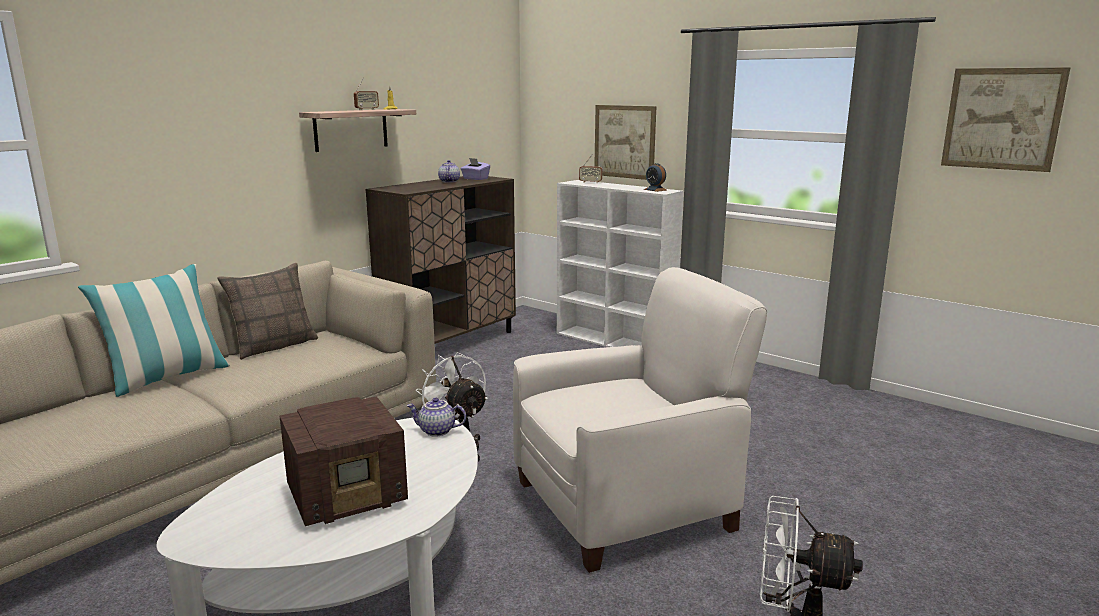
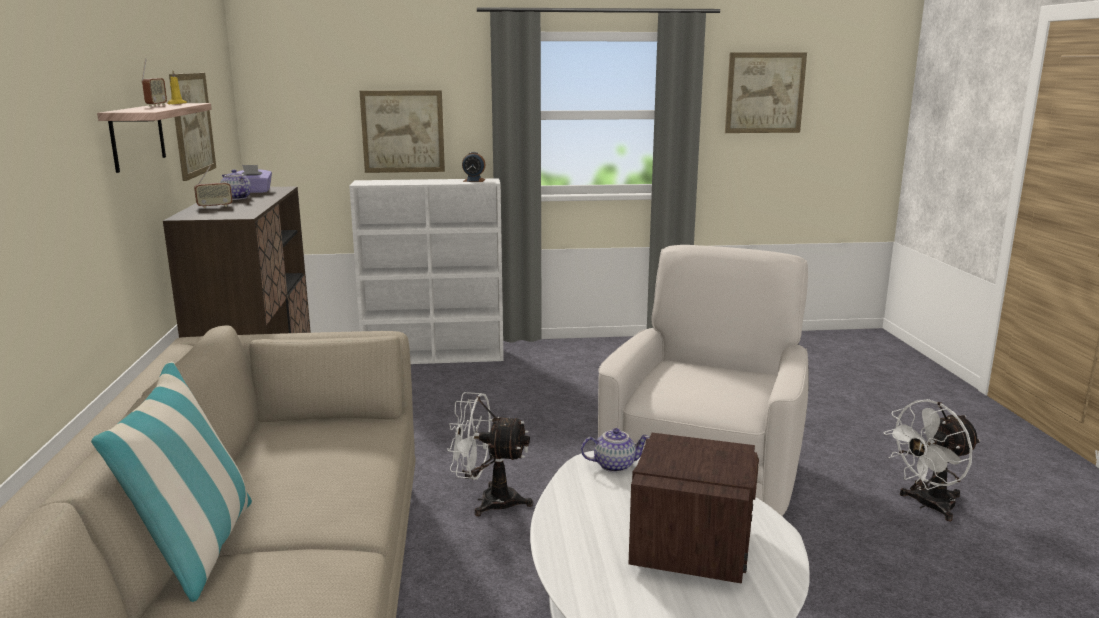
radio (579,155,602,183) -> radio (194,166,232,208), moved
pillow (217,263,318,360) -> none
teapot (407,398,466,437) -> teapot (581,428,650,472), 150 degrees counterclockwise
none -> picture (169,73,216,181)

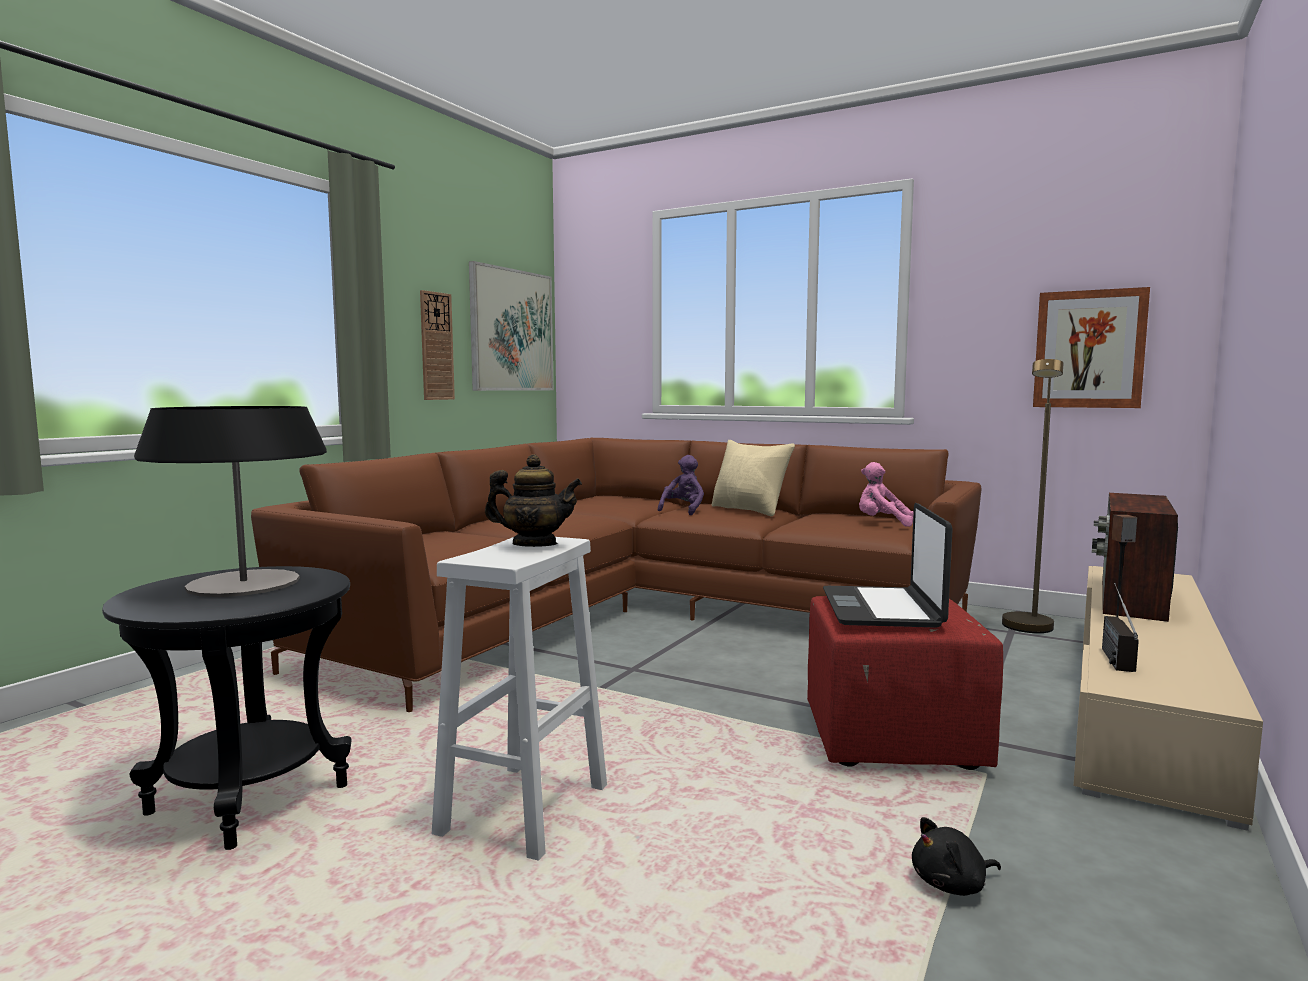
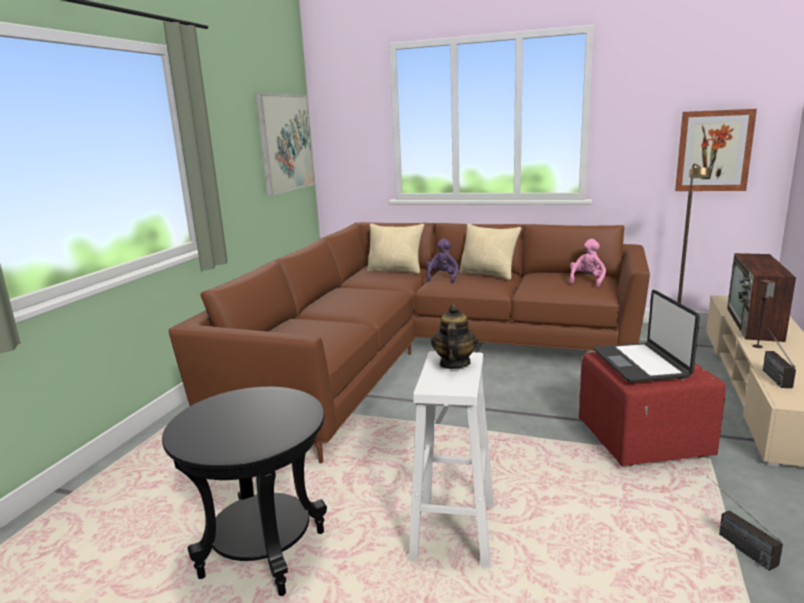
wall clock (420,290,455,400) -> none
table lamp (134,406,327,597) -> none
teapot (485,454,582,547) -> teapot (431,304,478,369), 75 degrees counterclockwise
pink plush toy (859,462,914,527) -> pink plush toy (569,239,606,287), 105 degrees clockwise
black plush toy (912,817,1001,896) -> radio (707,476,783,571)
none -> beige pillow (367,224,424,274)

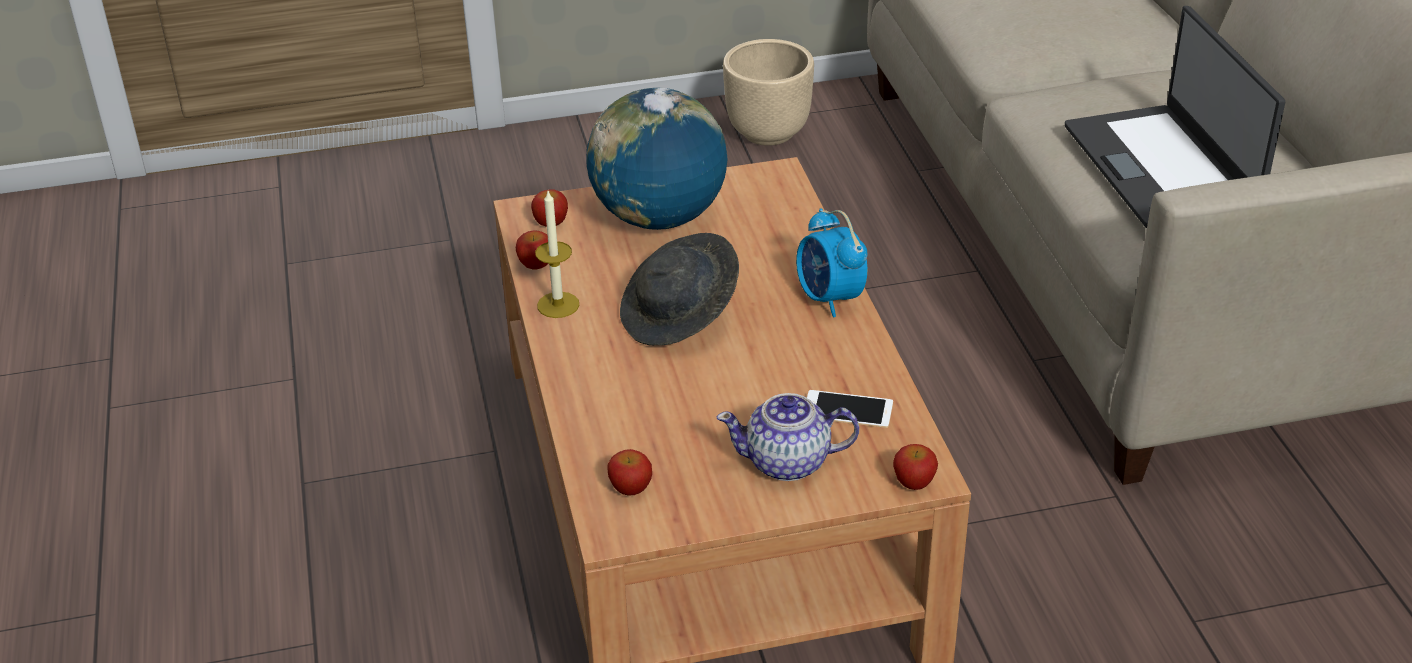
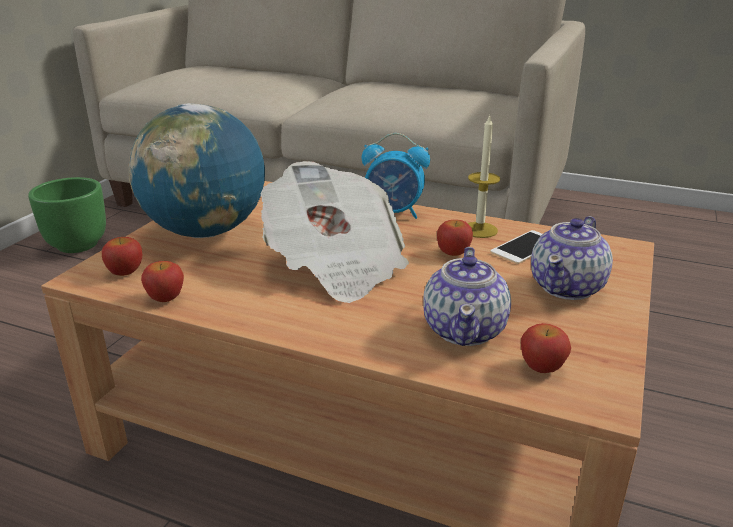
laptop (1065,6,1285,228) -> none
beige planter (723,39,814,146) -> green planter (28,177,106,253)
candle (535,191,579,318) -> candle (468,116,500,238), moved
grey hat (620,233,739,346) -> newspaper (261,161,409,303)
apple (893,444,938,490) -> apple (437,220,473,256), moved
none -> teapot (423,247,511,346)

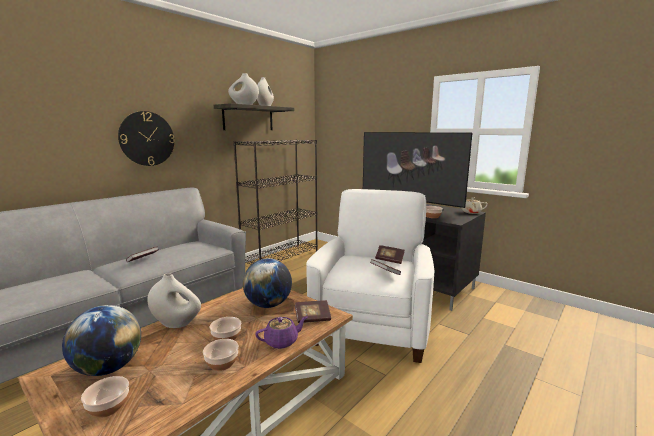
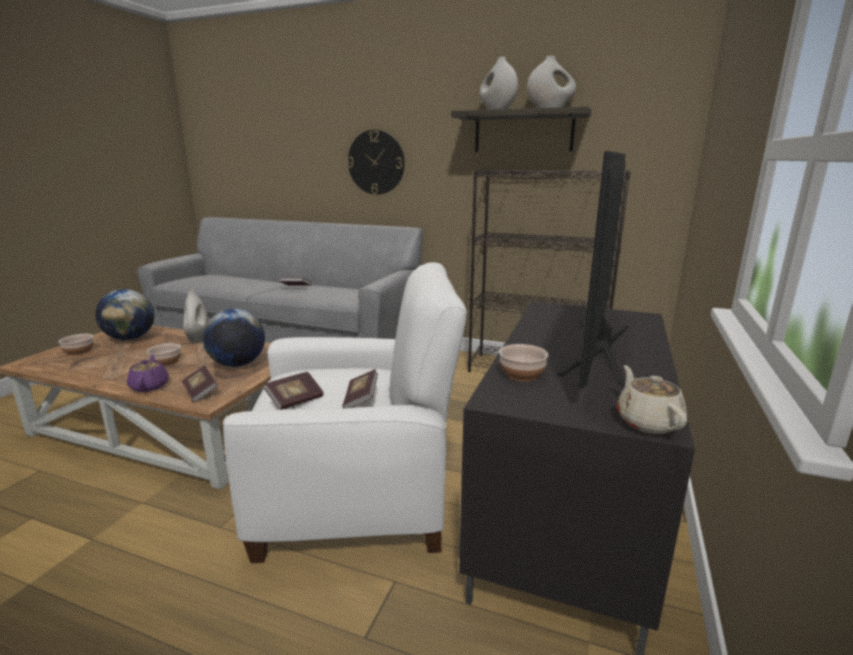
purple teapot (255,317,307,349) -> purple teapot (127,354,169,392), 150 degrees counterclockwise
bowl (203,339,239,371) -> none

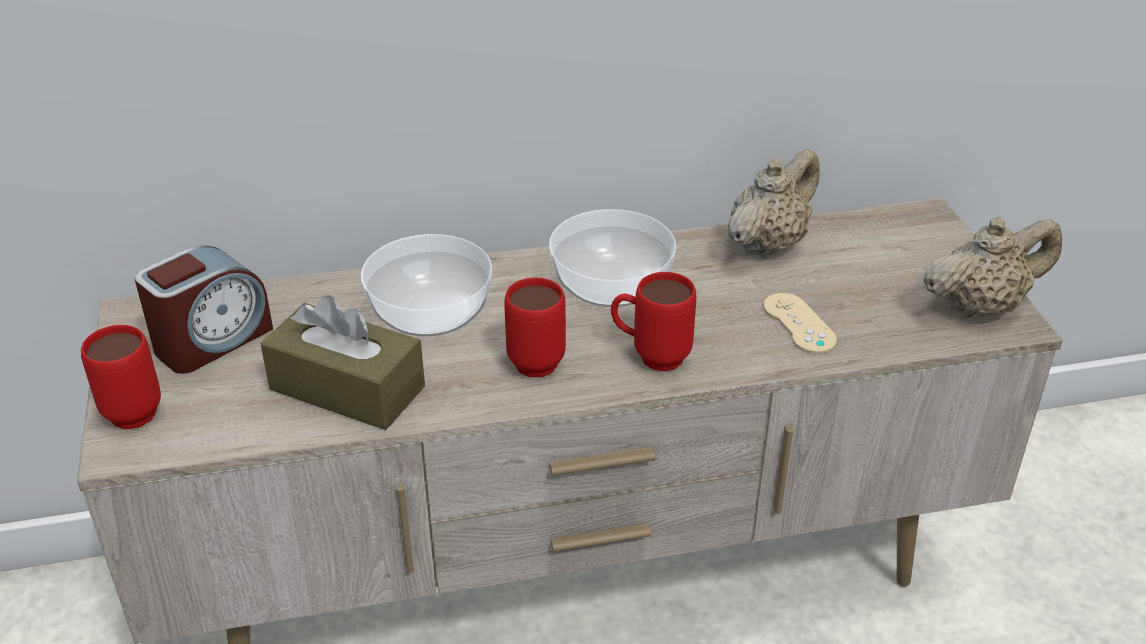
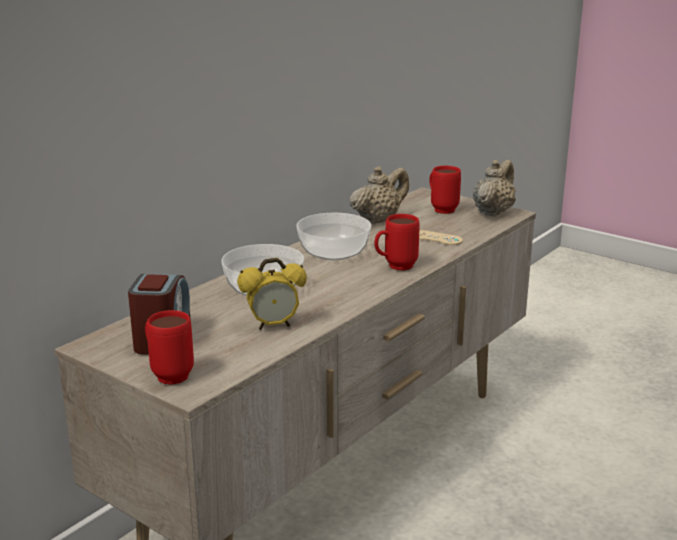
beige teapot (728,149,820,259) -> beige teapot (349,166,409,224), 45 degrees clockwise
red mug (504,278,566,377) -> red mug (429,166,461,214), moved
brown tissue box (260,295,425,430) -> alarm clock (237,258,307,330)

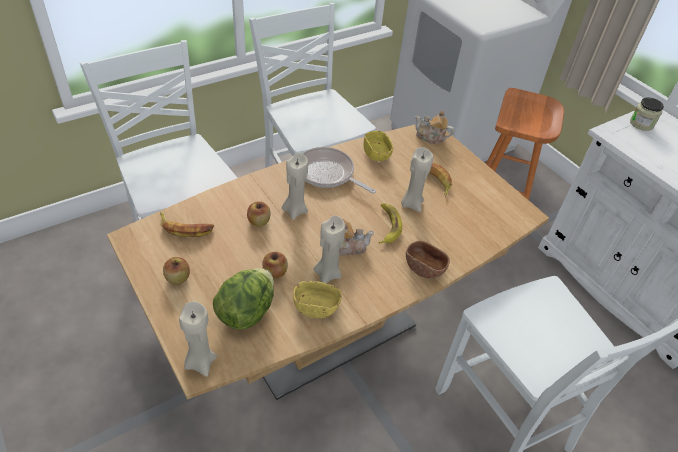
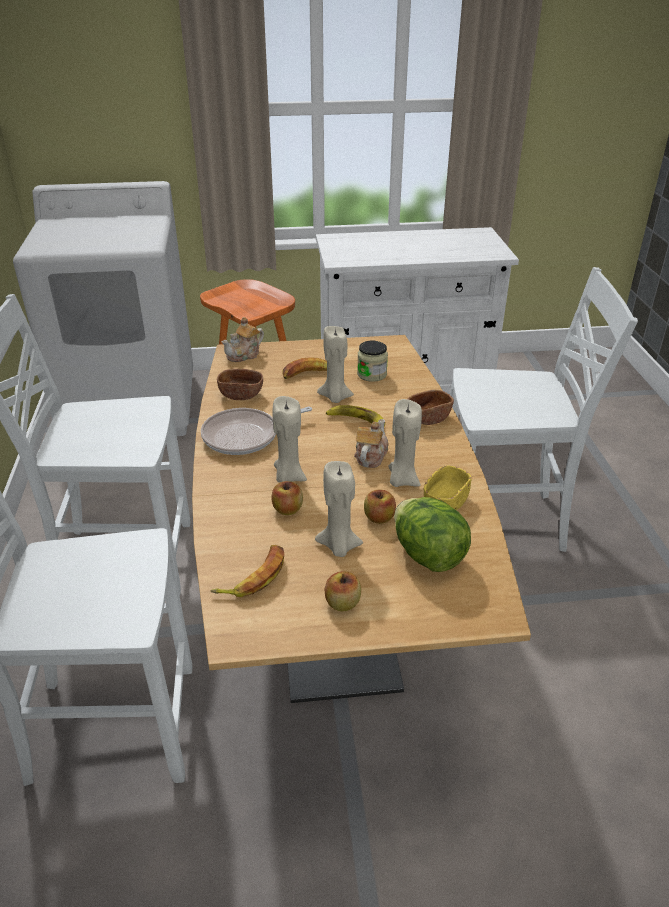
jar (630,97,664,131) -> jar (357,341,388,382), moved
yellow bowl (363,131,393,161) -> brown bowl (217,369,263,400)
beige candle (179,301,217,377) -> beige candle (315,461,363,557), moved

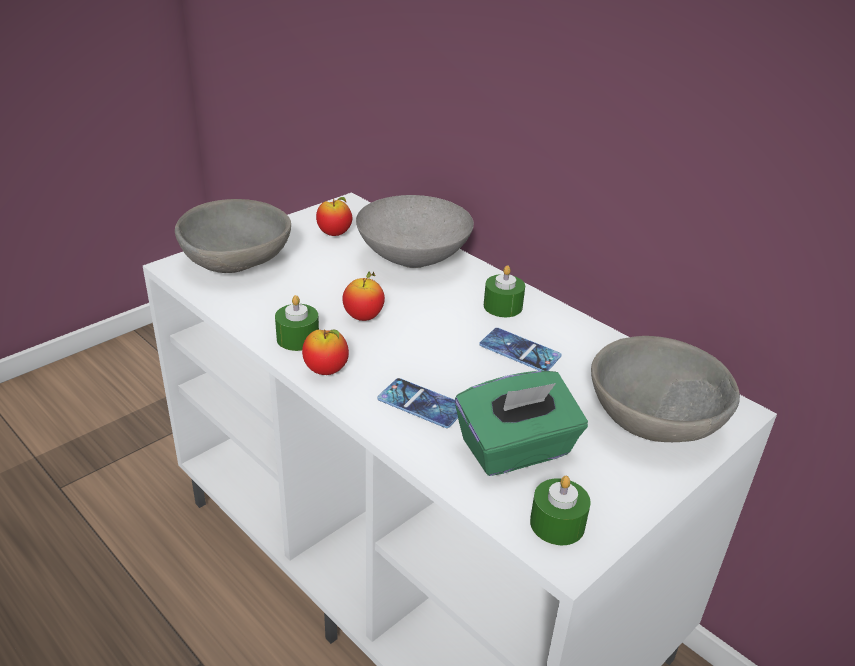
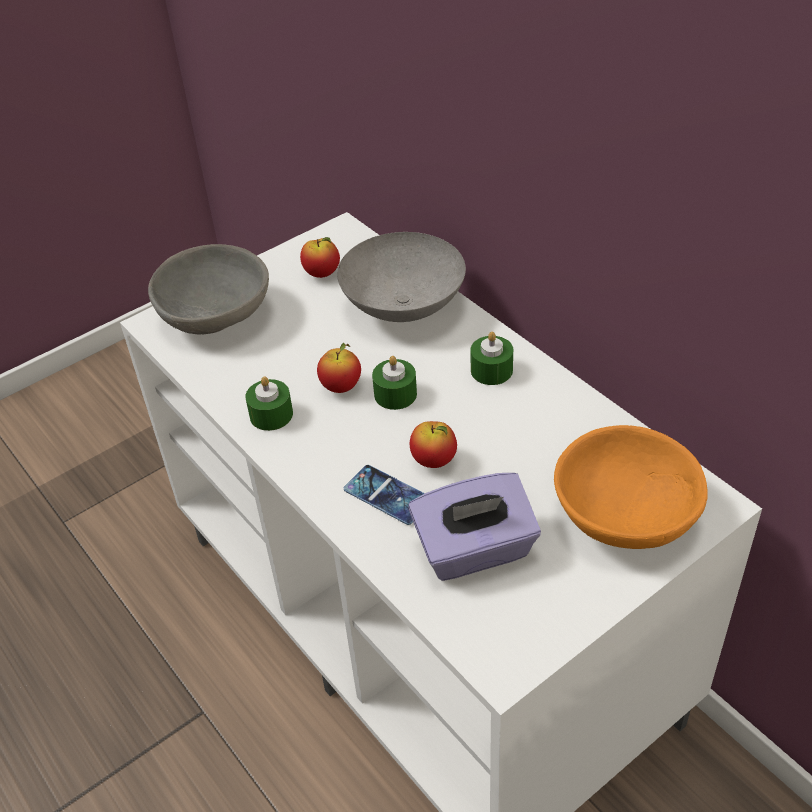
phone (479,328,562,371) -> none
apple (302,330,349,375) -> apple (410,421,457,468), moved
grey bowl (591,336,740,442) -> orange bowl (554,425,708,549)
green tissue box (455,370,588,476) -> purple tissue box (408,473,541,581)
green candle (530,476,591,545) -> green candle (372,356,417,410), moved

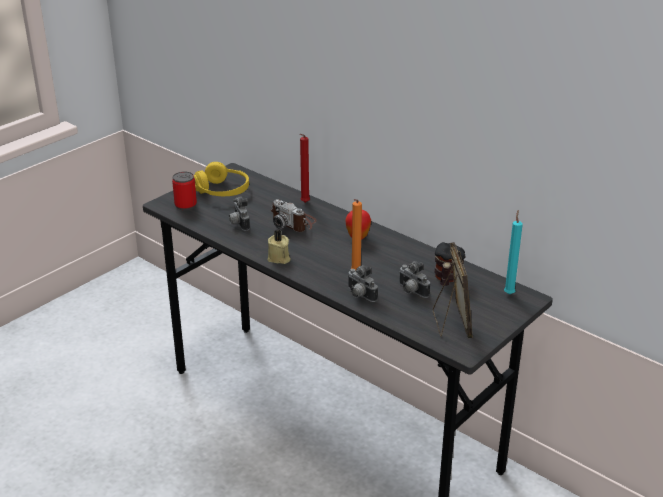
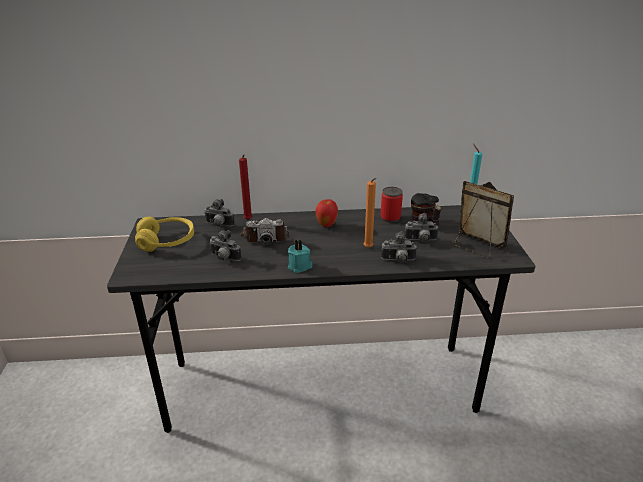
can (172,172,197,210) -> can (381,187,403,223), moved
beige candle (267,230,290,264) -> turquoise candle (288,239,312,273)
none -> photo camera (204,199,235,227)

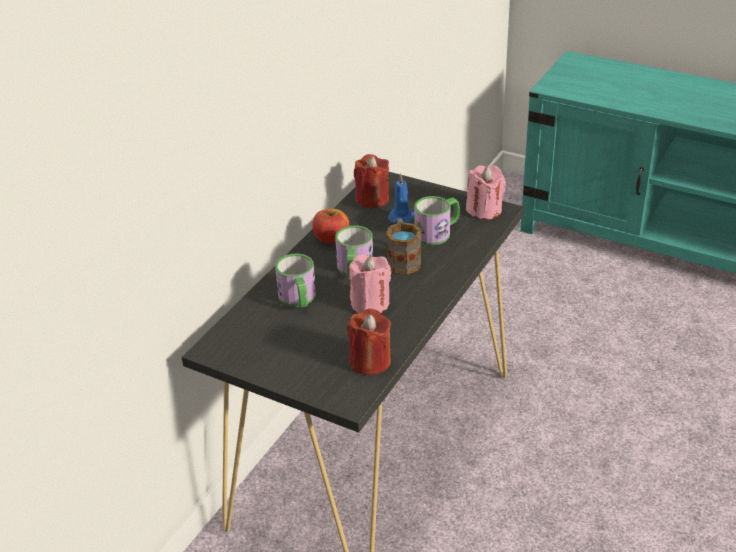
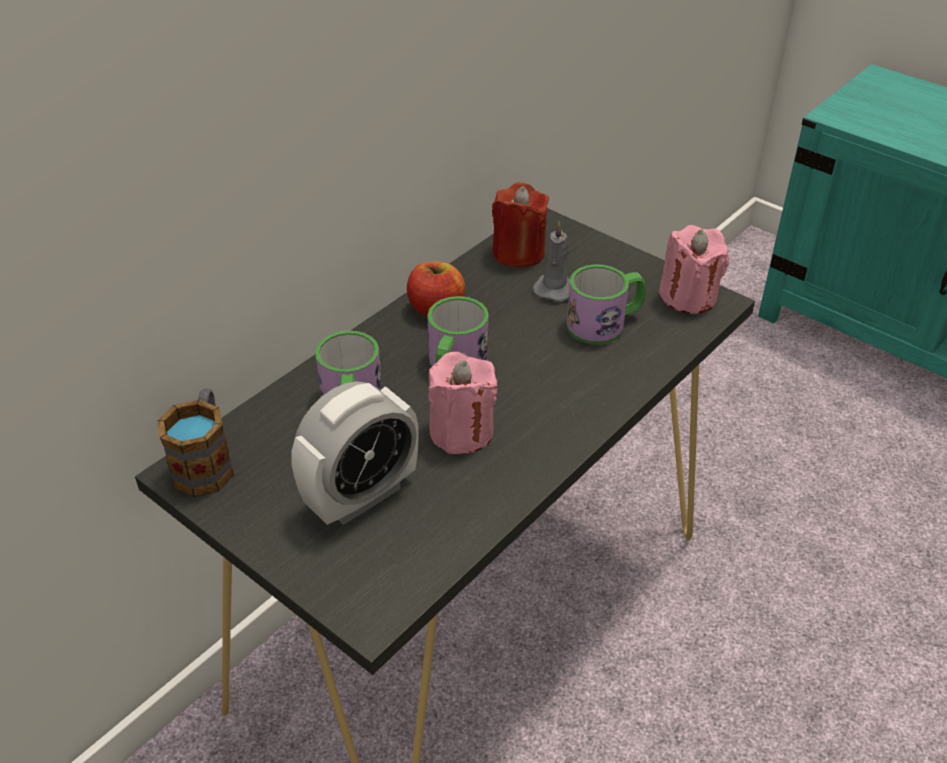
blue candle (388,174,414,223) -> grey candle (532,221,570,302)
mug (386,218,422,275) -> mug (157,388,234,497), moved
red candle (347,308,391,375) -> none
none -> alarm clock (292,381,419,525)

